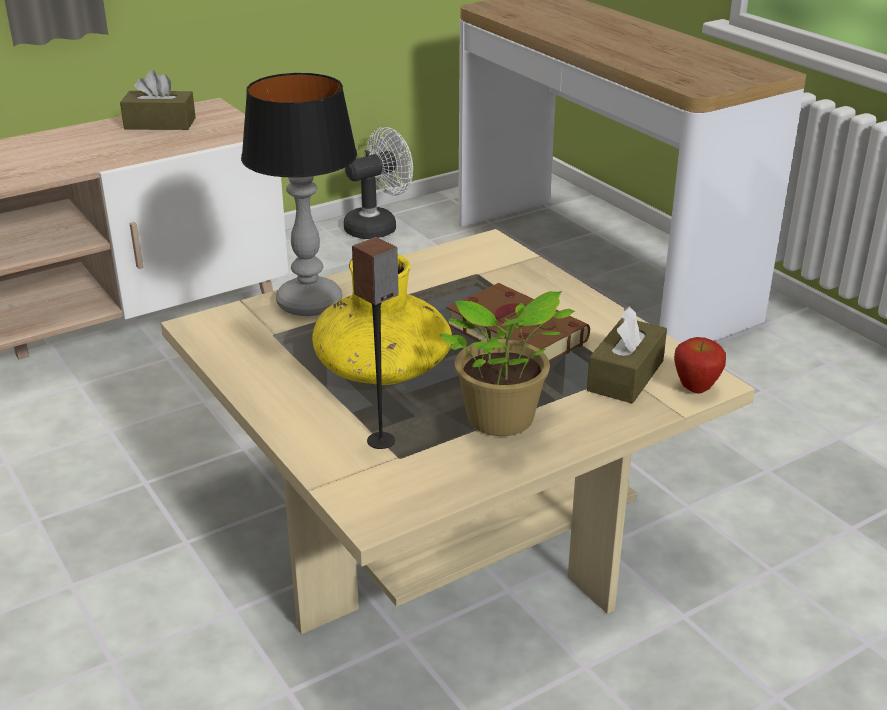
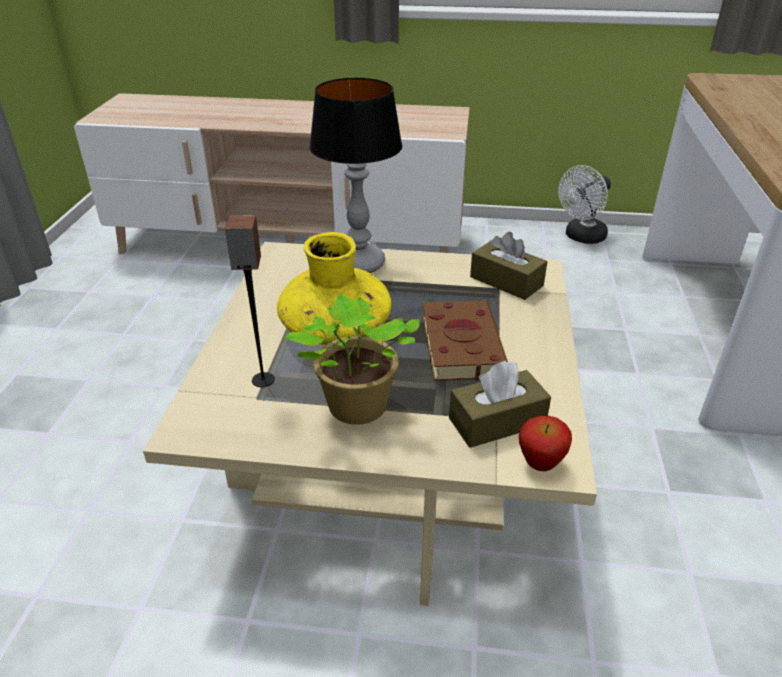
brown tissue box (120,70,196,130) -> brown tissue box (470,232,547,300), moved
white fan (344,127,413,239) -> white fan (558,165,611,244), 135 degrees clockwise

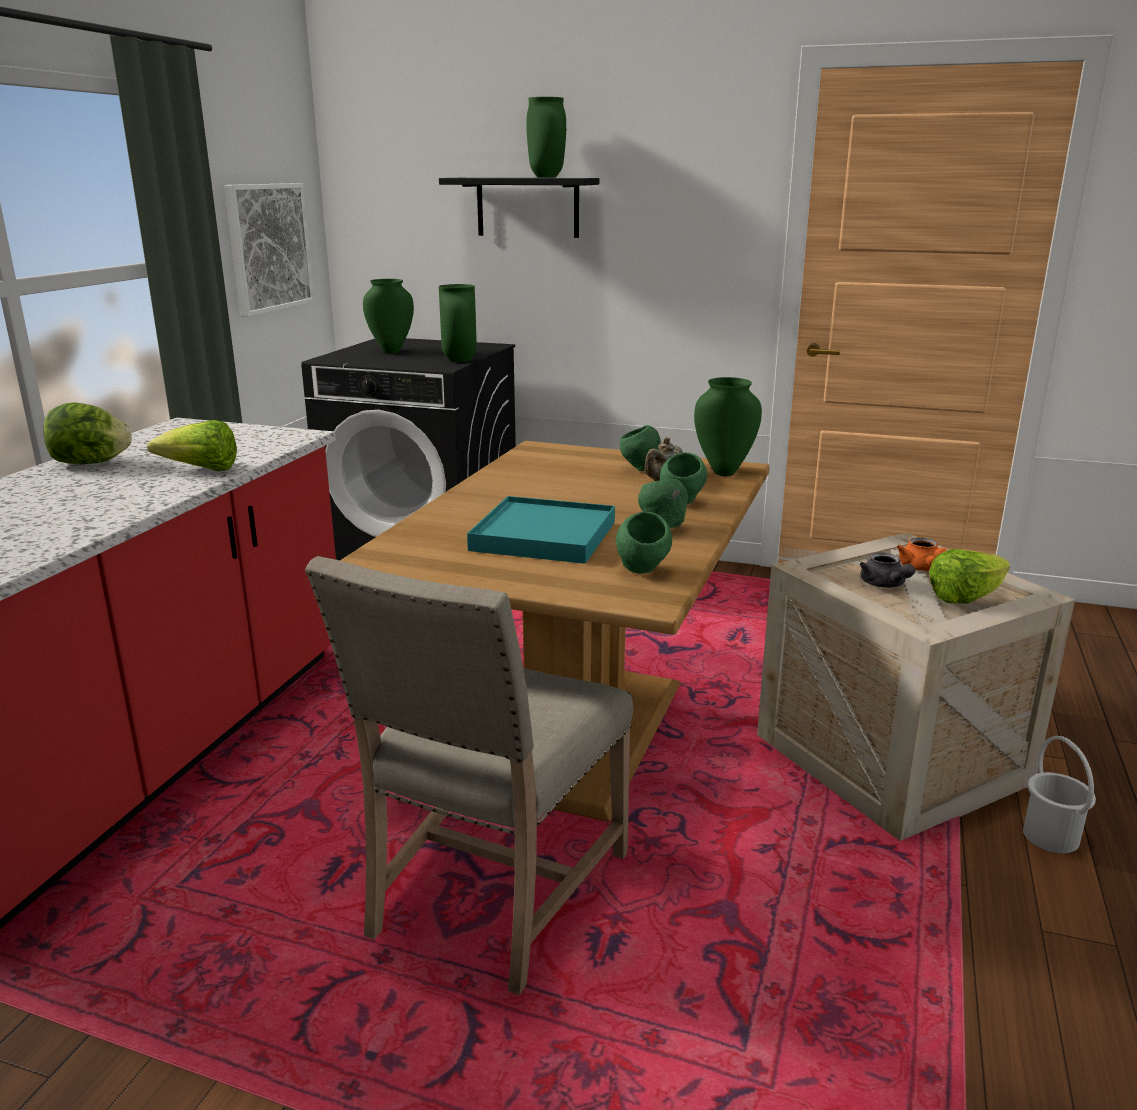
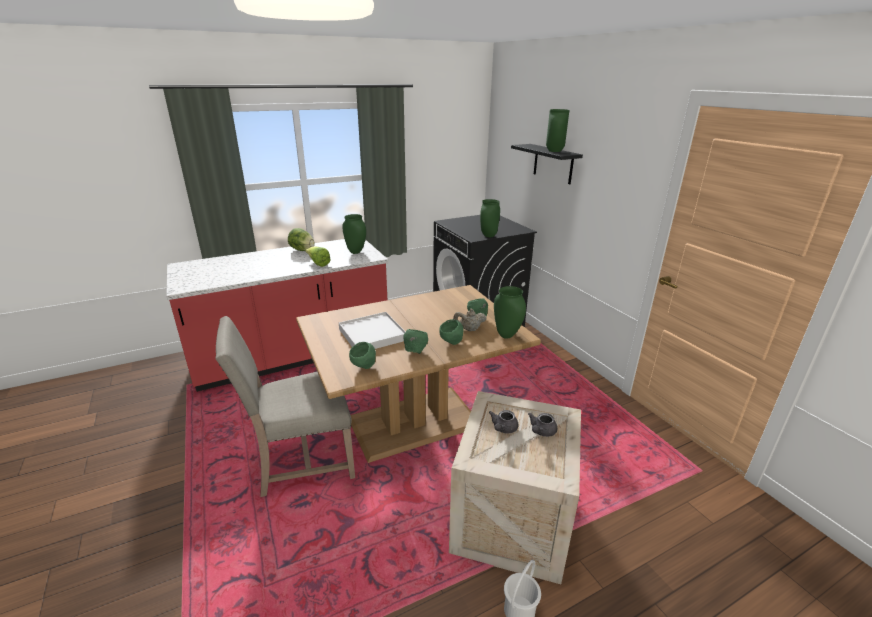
picture (224,183,315,317) -> none
green vase (363,279,414,354) -> green vase (342,214,366,254), moved
turquoise tray (467,496,615,564) -> white tray (339,312,406,349)
orange teapot (897,537,947,571) -> grey teapot (528,413,557,437)
lettuce (929,549,1010,604) -> none

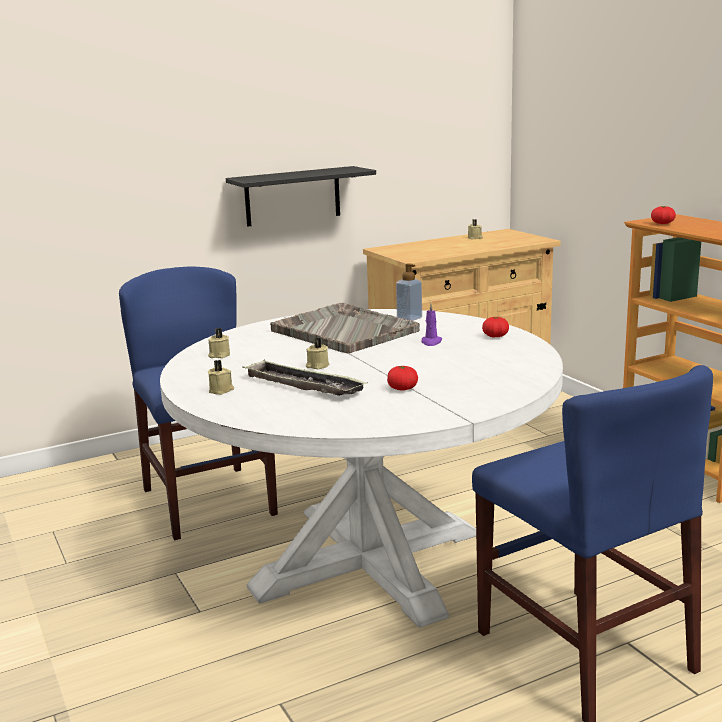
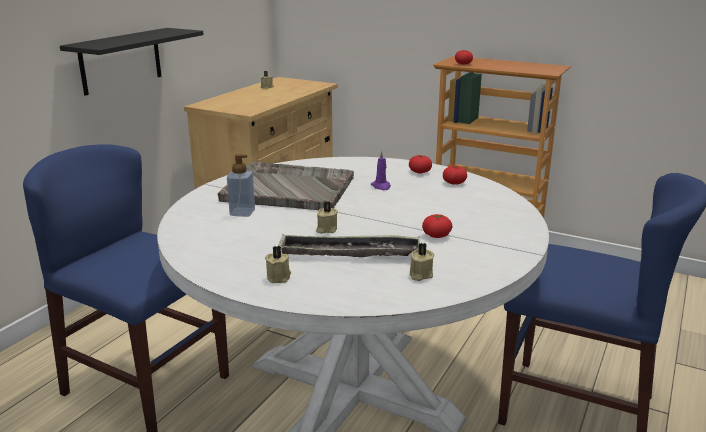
soap dispenser (396,263,422,321) -> soap dispenser (227,154,255,217), moved
beige candle (208,328,230,358) -> beige candle (410,243,434,281), moved
none -> tomato (443,165,467,185)

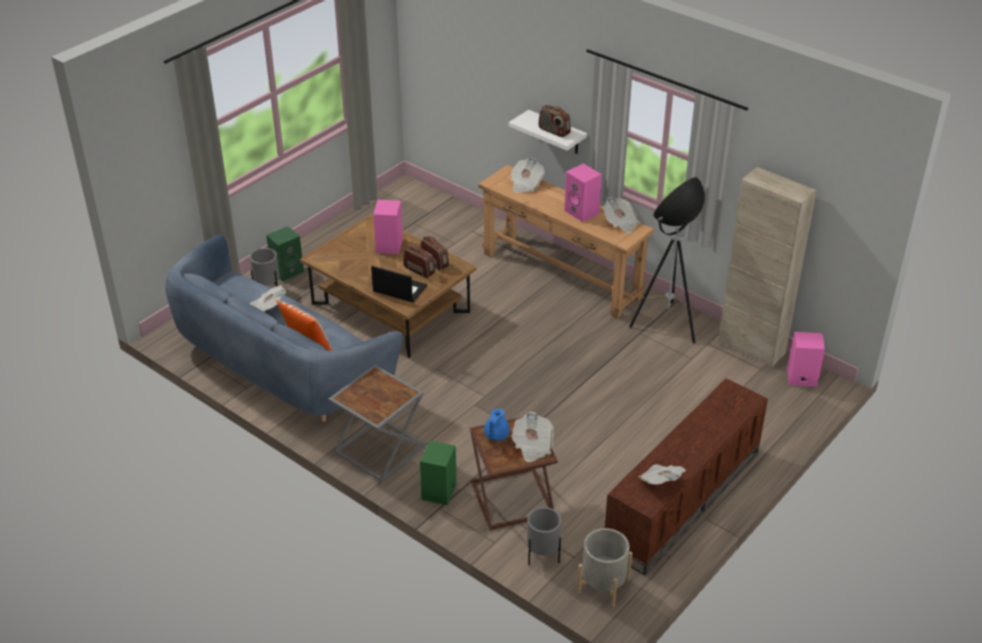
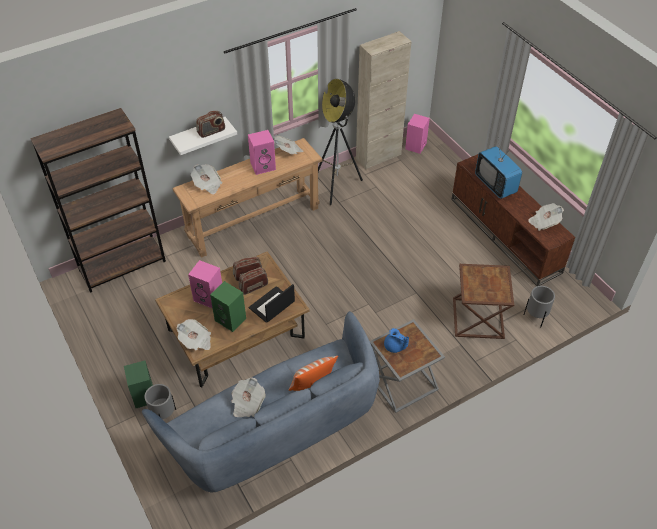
blue teapot (484,408,510,441) -> blue teapot (384,328,409,353), moved
newspaper (511,412,554,462) -> newspaper (177,319,211,350), moved
green speaker (420,441,457,505) -> green speaker (210,281,246,332), moved
grey planter (577,528,632,607) -> none
none -> brown bookcase (30,108,166,293)
none -> television (475,137,522,199)

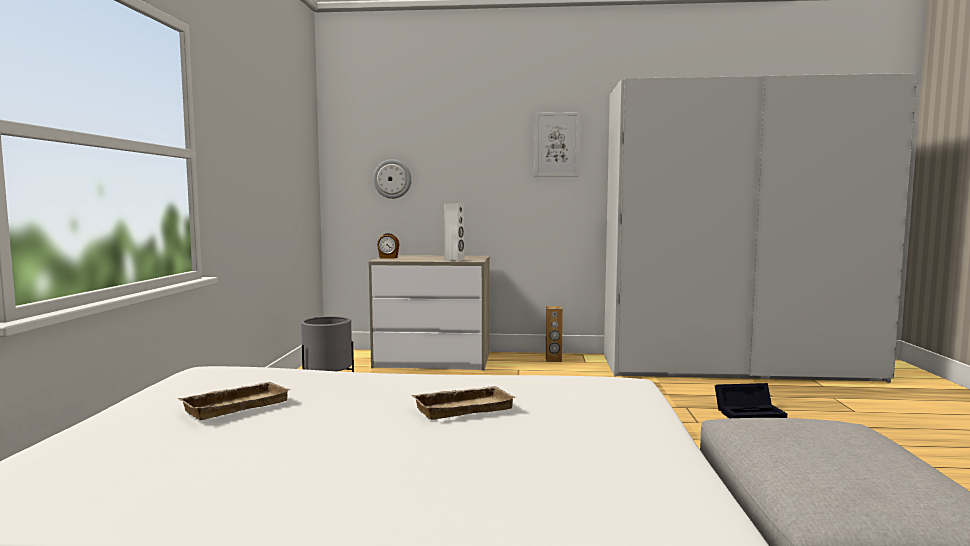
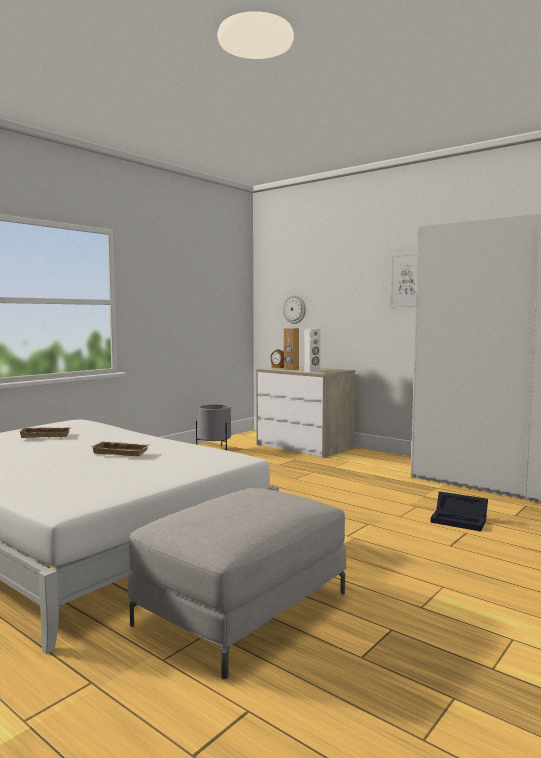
brown speaker (546,306,563,362) -> brown speaker (284,328,299,370), moved

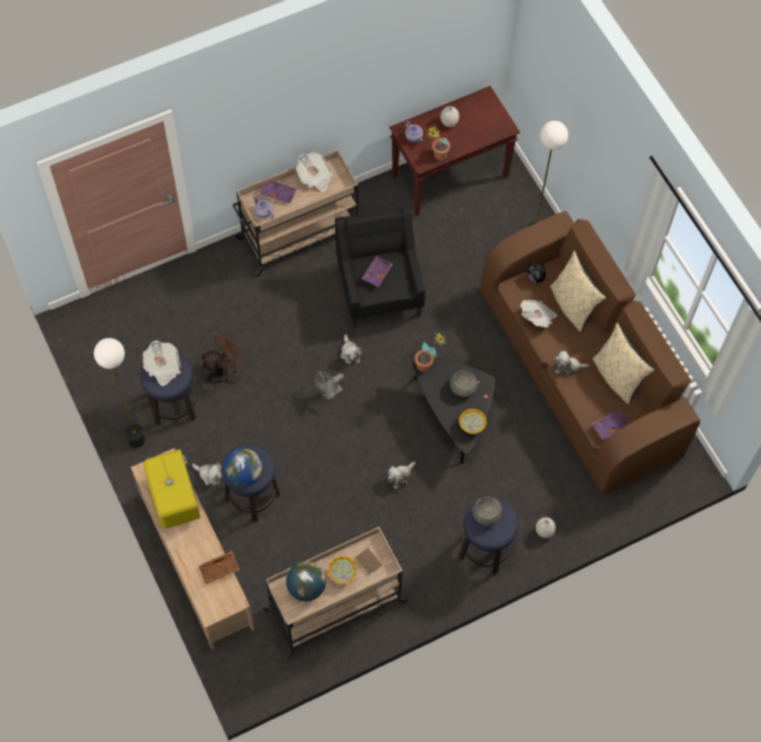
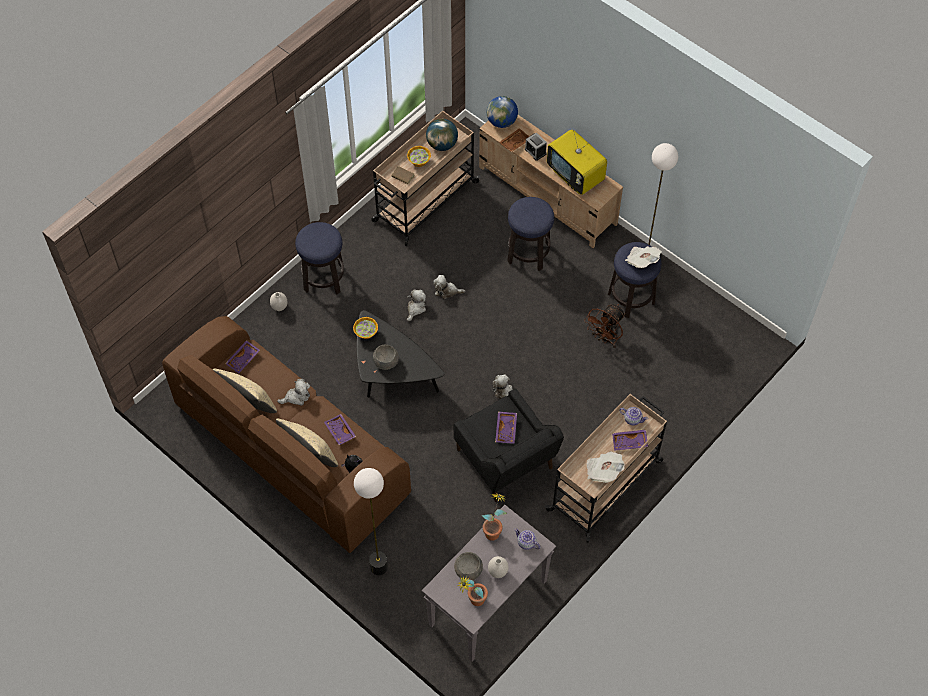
brown console table (390,86,520,216) -> grey console table (422,505,556,662)
newspaper (520,300,557,328) -> purple tray (324,414,356,445)
potted plant (415,332,445,372) -> potted plant (458,575,488,606), moved
grey fan (315,371,344,400) -> none
globe (224,448,262,487) -> globe (487,96,518,128), moved
plush toy (192,462,222,486) -> plush toy (433,275,465,299), moved
grey bowl (473,497,502,526) -> grey bowl (454,552,483,580), moved
none -> alarm clock (525,133,547,161)

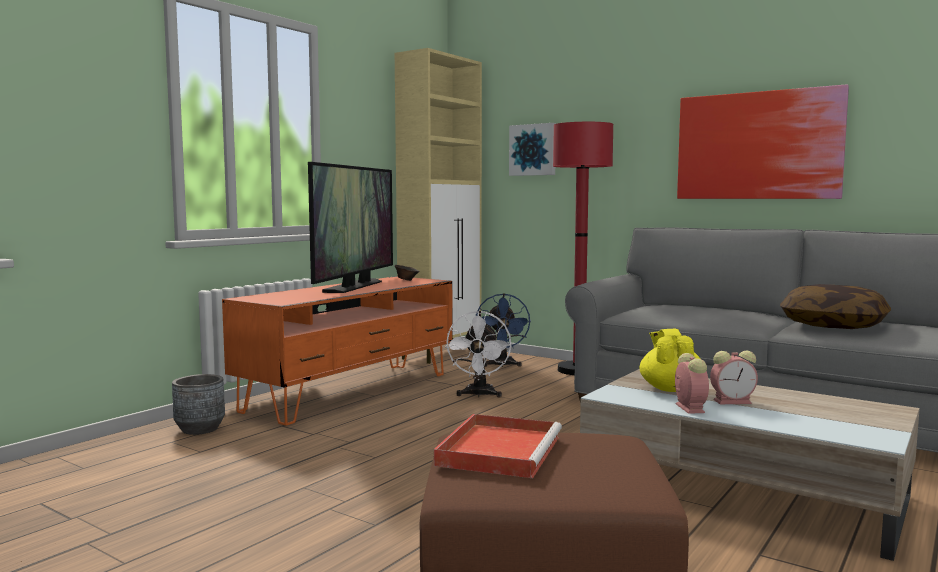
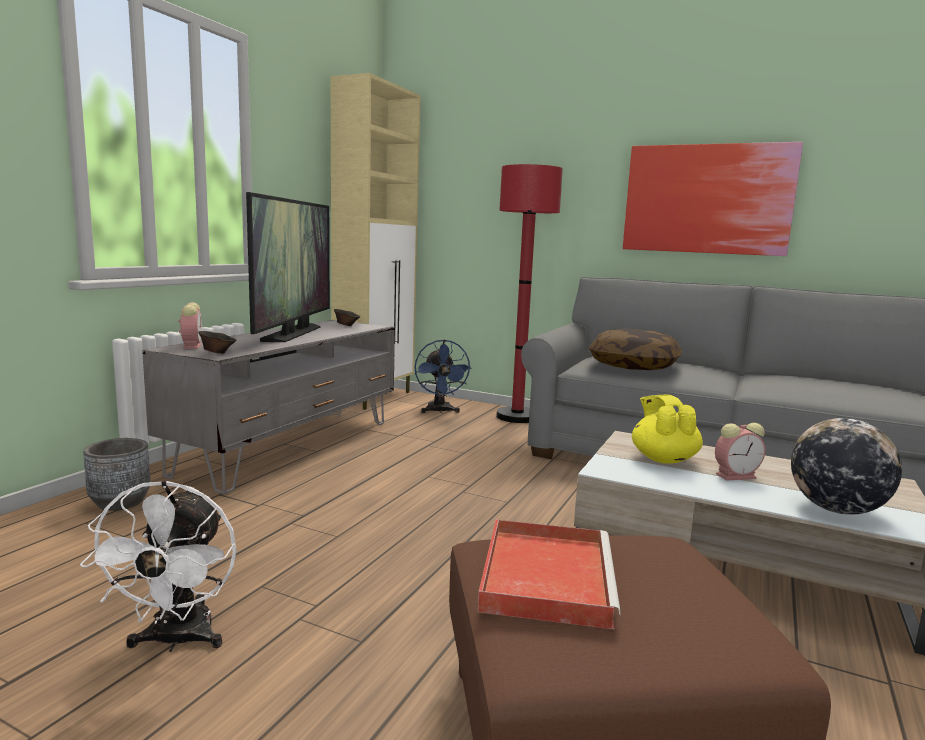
picture (509,123,556,176) -> none
orange tv stand (222,276,453,425) -> grey tv stand (142,320,395,494)
pillow (780,284,891,329) -> pillow (589,328,683,370), moved
white fan (445,311,511,397) -> white fan (80,480,237,652), moved
alarm clock (675,353,709,414) -> alarm clock (178,302,202,349), moved
none -> brown bowl (198,331,236,354)
none -> globe (791,418,902,515)

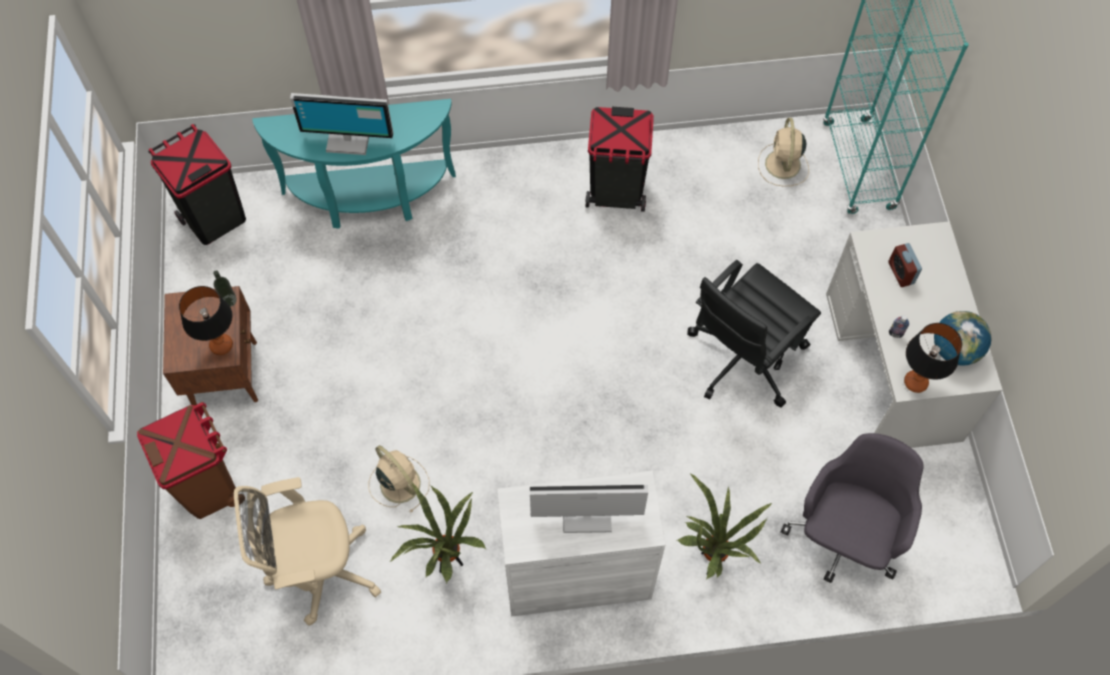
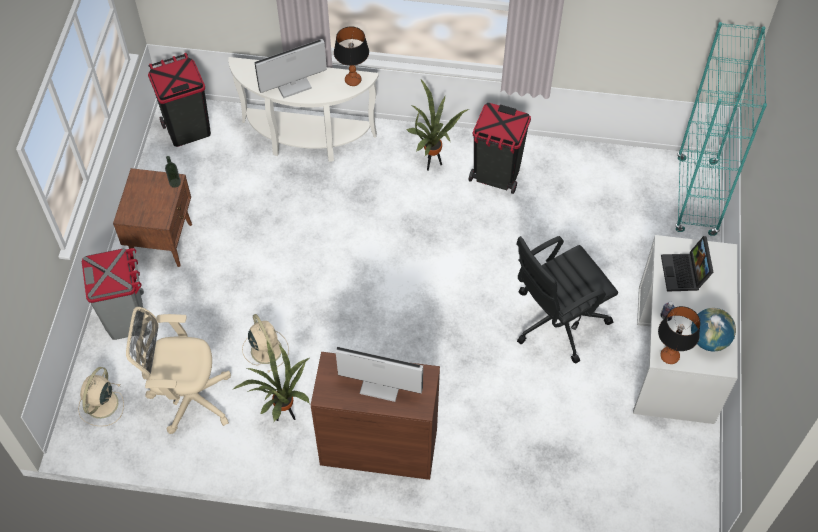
monitor (290,93,393,155) -> monitor (254,39,327,98), 135 degrees clockwise
turquoise console table (252,99,456,229) -> white console table (228,57,379,162)
beige fan (758,118,809,186) -> beige fan (78,367,124,426), moved
alarm clock (889,243,922,287) -> laptop (661,236,714,292)
table lamp (179,286,233,355) -> table lamp (334,27,369,86), moved
brown trash can (137,402,236,519) -> grey trash can (82,248,150,340)
grey office chair (780,433,924,583) -> none
white cabinet (497,470,665,616) -> brown cabinet (311,352,440,480)
potted plant (677,473,772,580) -> potted plant (406,80,469,171), moved

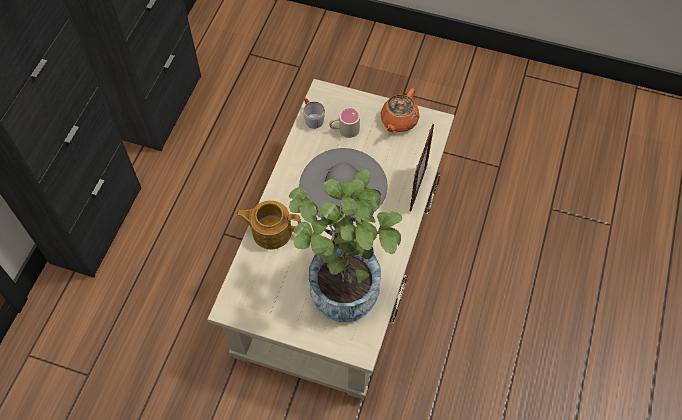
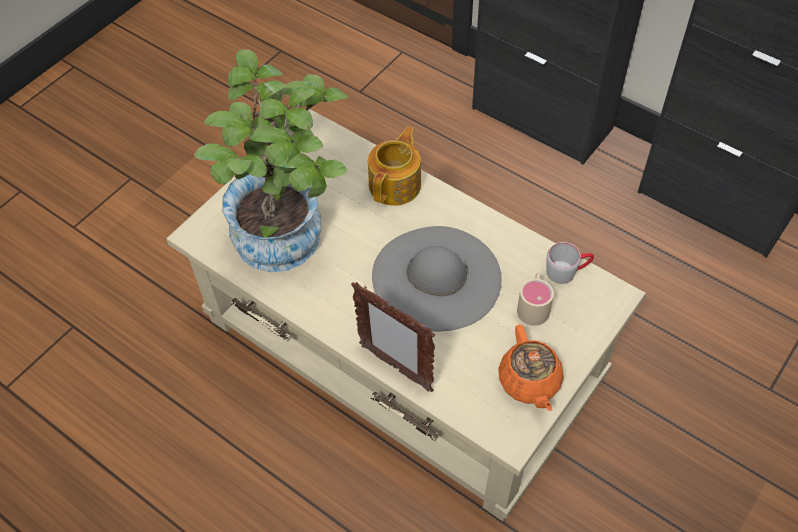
orange teapot (380,88,419,132) -> orange teapot (498,324,564,411), 150 degrees counterclockwise

